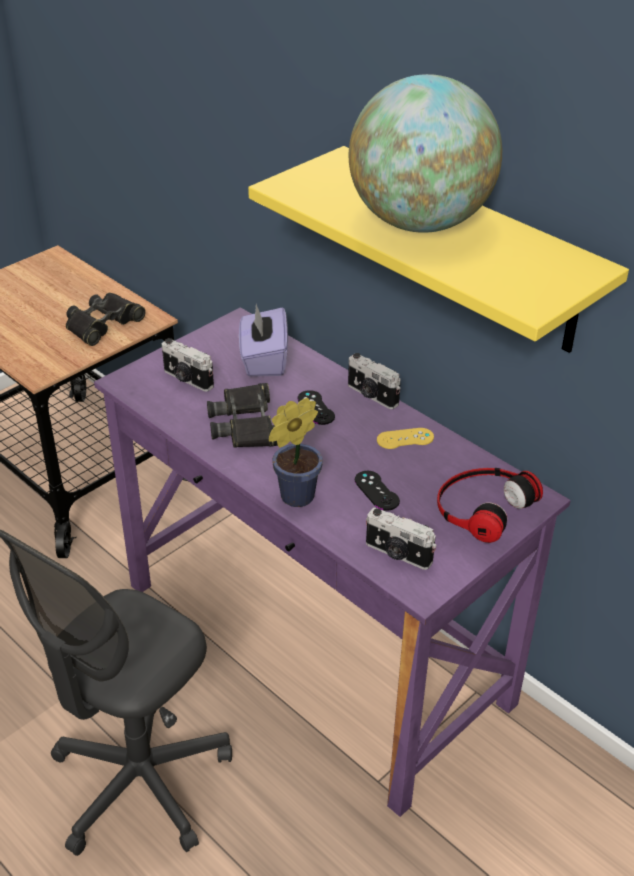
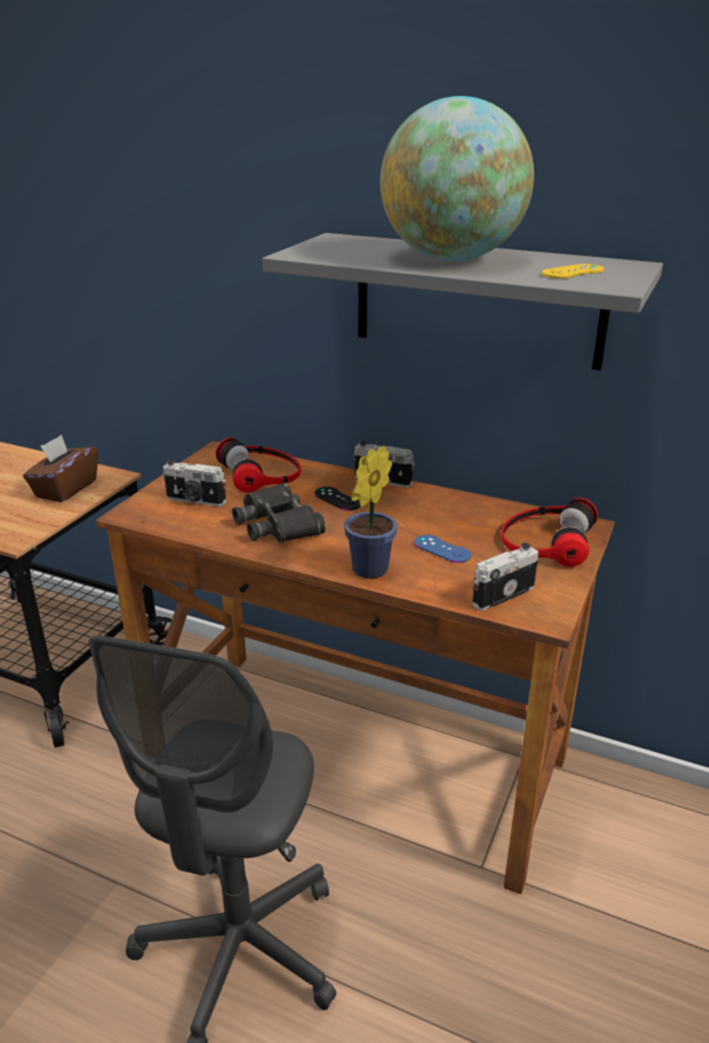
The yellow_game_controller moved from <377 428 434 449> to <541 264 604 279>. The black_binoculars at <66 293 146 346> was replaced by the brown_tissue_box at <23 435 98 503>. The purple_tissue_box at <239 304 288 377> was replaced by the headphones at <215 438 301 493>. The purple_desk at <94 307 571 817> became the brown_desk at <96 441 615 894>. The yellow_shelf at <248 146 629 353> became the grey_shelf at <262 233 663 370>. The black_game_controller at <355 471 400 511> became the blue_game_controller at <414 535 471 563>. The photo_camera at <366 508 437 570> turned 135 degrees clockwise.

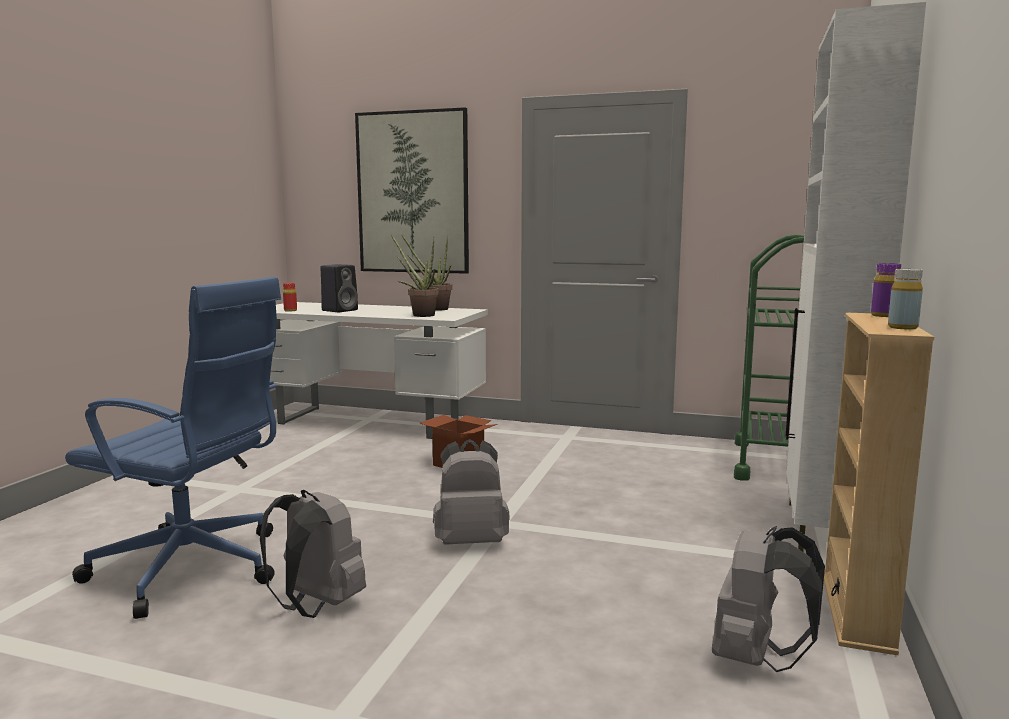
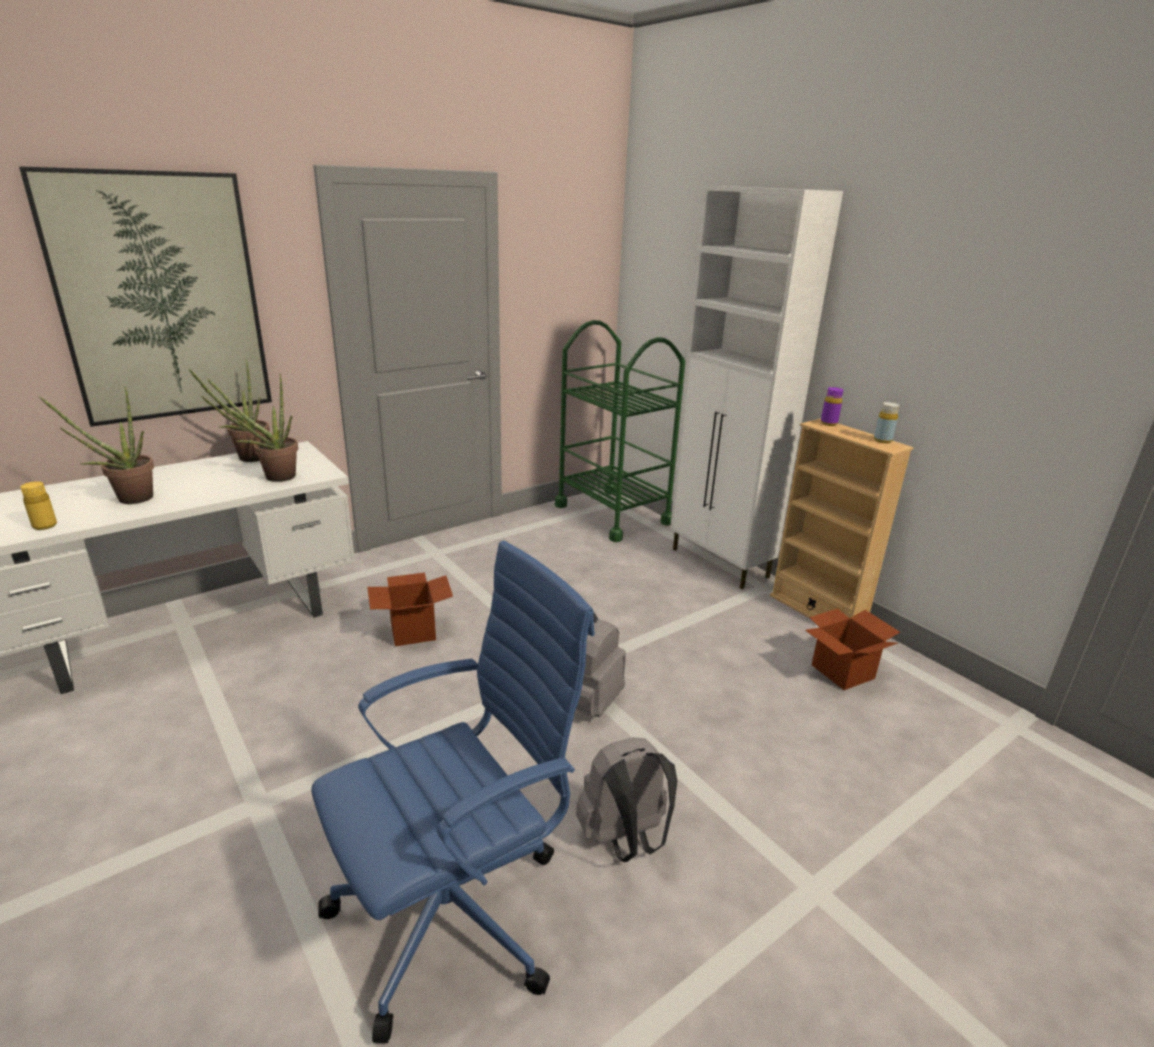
The black_speaker at <321 264 358 312> was replaced by the potted_plant at <38 386 154 504>. The grey_backpack at <712 526 825 672> was replaced by the cardboard_box at <805 609 900 690>. The red_bottle at <283 283 297 312> became the yellow_bottle at <21 481 57 530>.

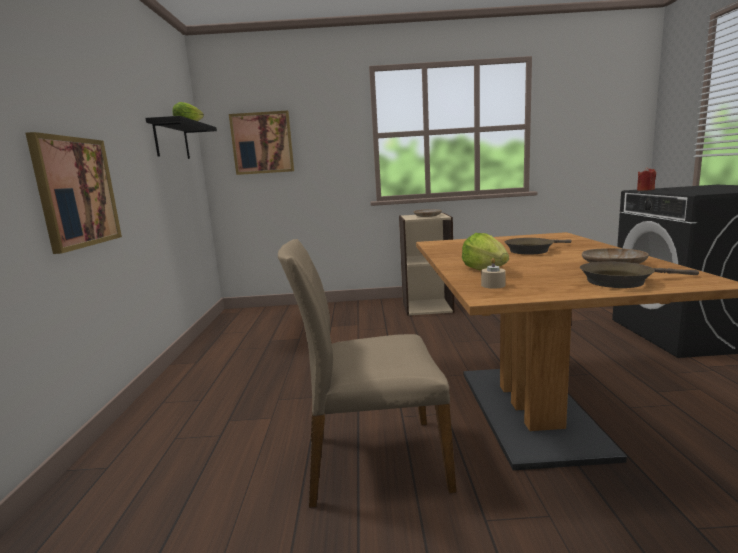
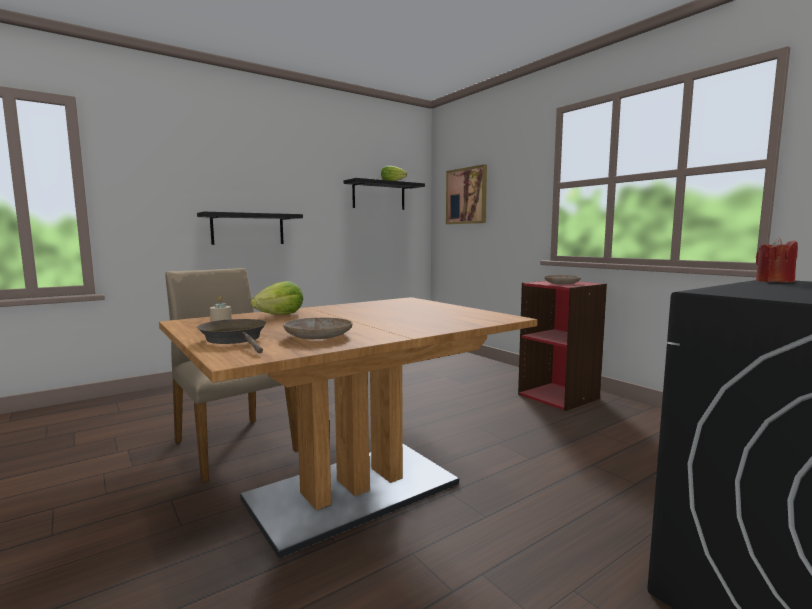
The brown_frying_pan at <505 238 572 254> disappeared. The picture at <26 132 122 254> was replaced by the black_shelf at <197 212 303 245>. The beige_bookcase at <399 213 454 316> became the red_bookcase at <518 281 607 411>.

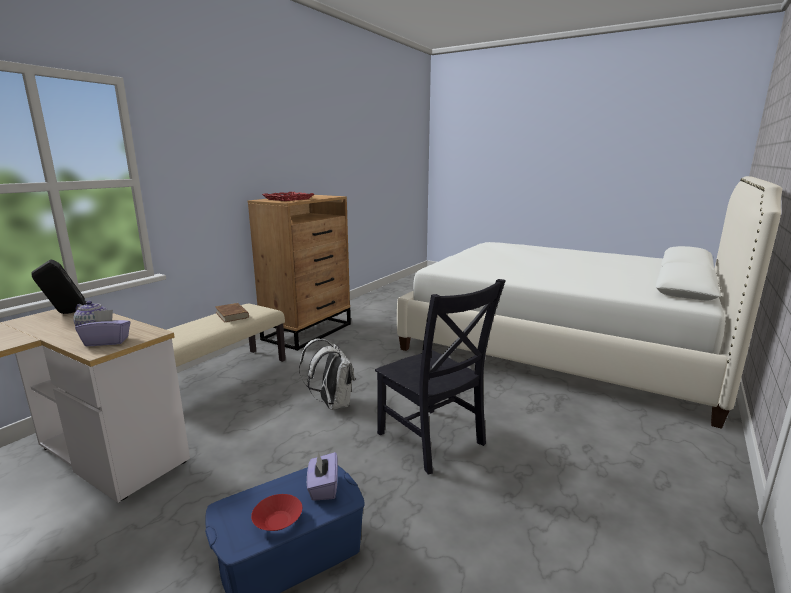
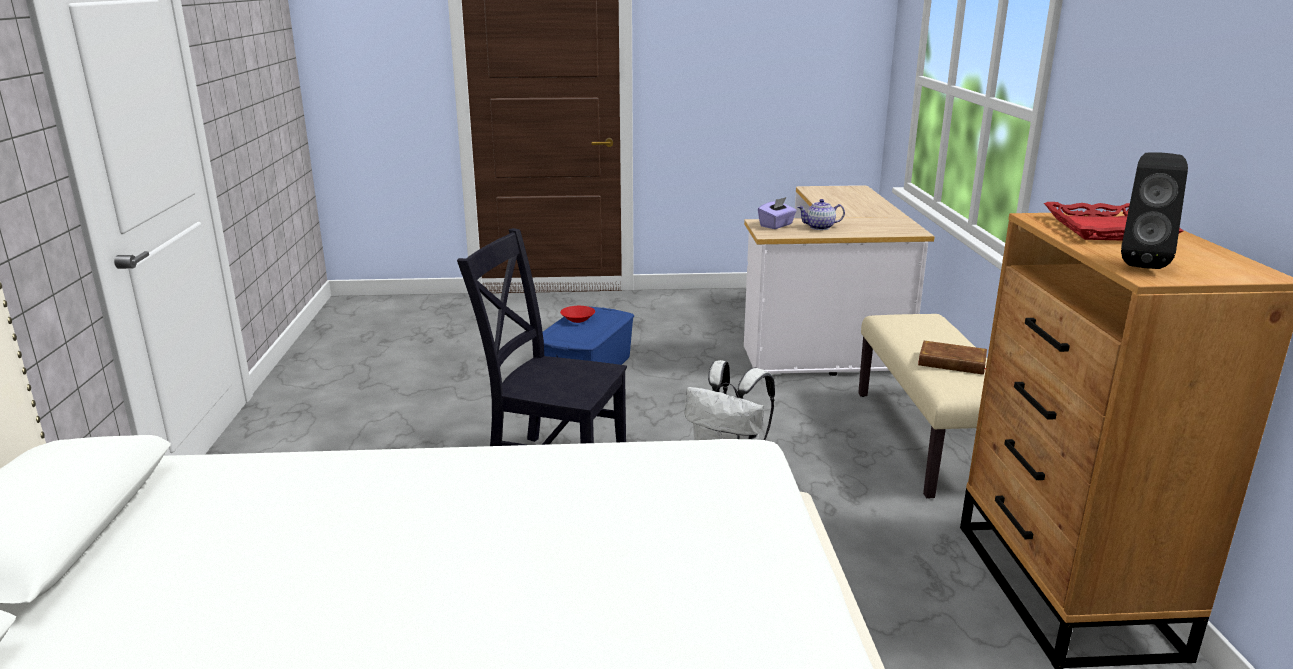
The purple_tissue_box at <307 452 338 501> disappeared. The black_speaker moved from <31 259 87 314> to <1121 152 1188 269>.

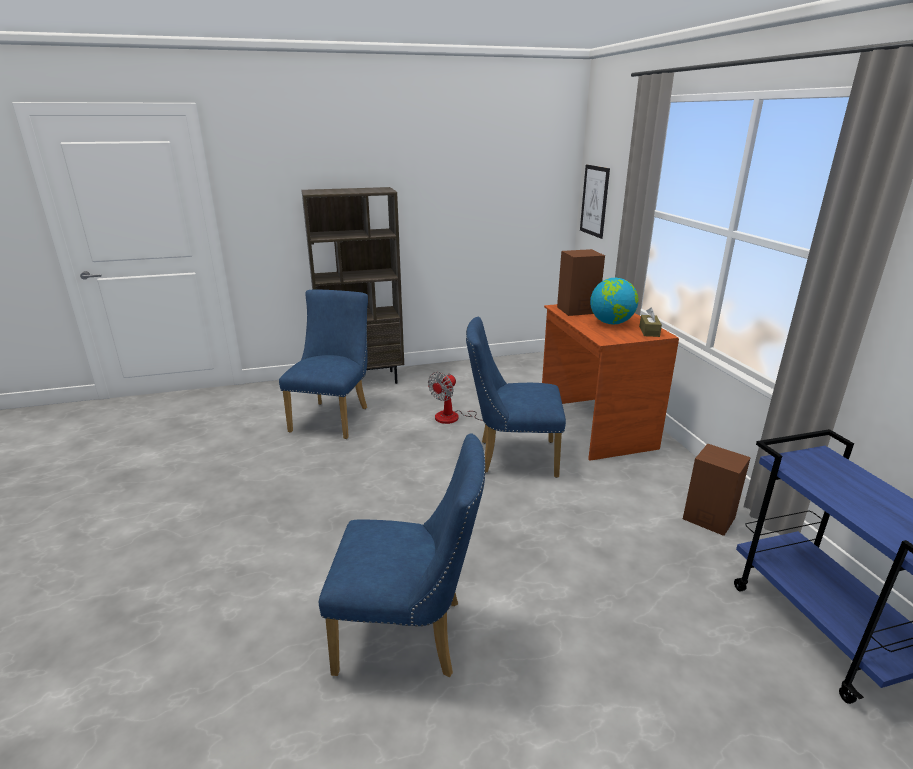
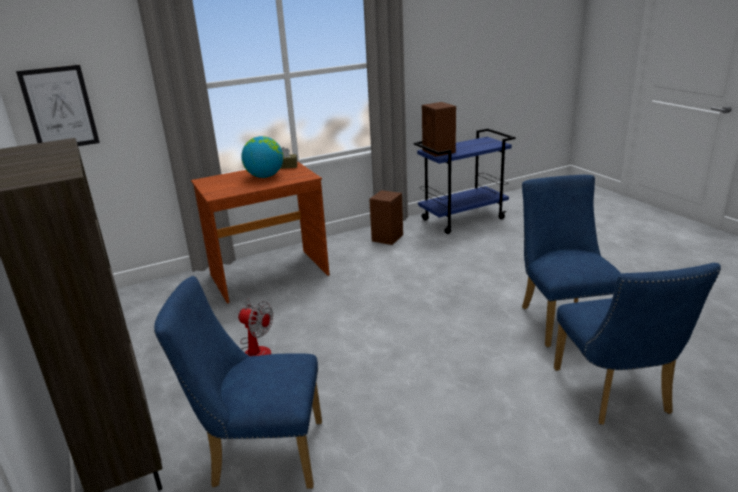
The blue_chair moved from <466 317 566 478> to <554 263 721 425>. The brown_speaker moved from <557 249 605 316> to <422 102 456 157>.

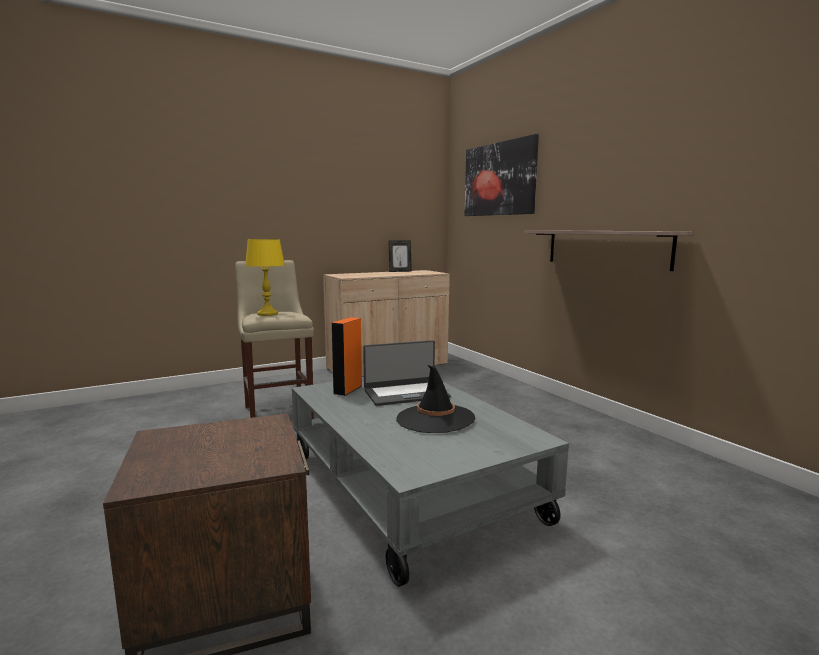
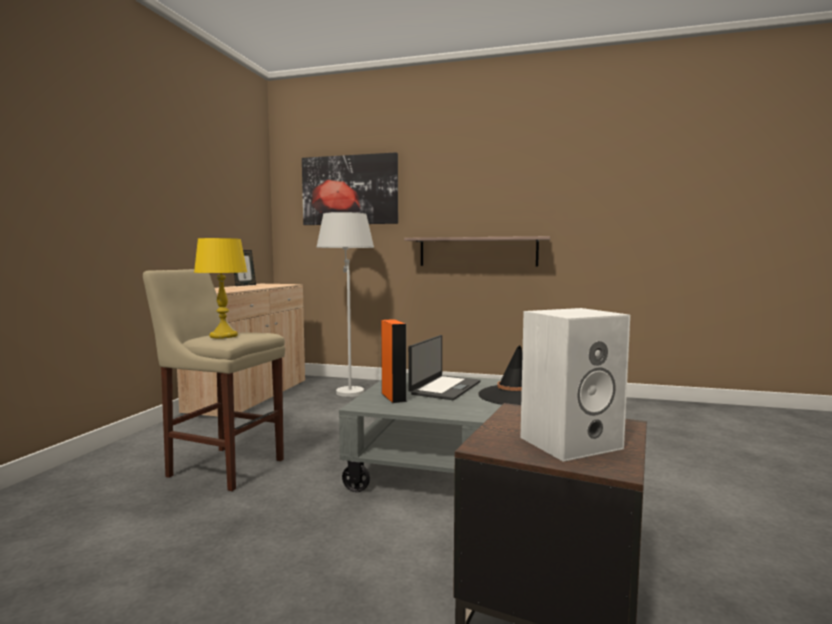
The white_floor_lamp at <317 212 374 397> appeared. The white_speaker at <521 308 630 462> appeared.

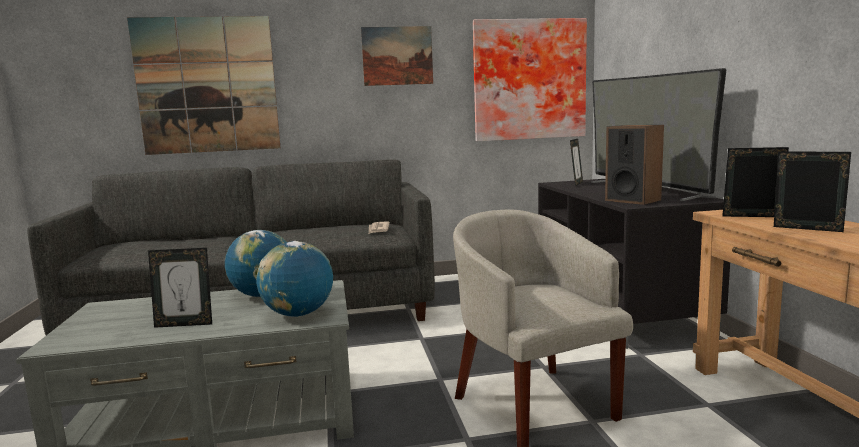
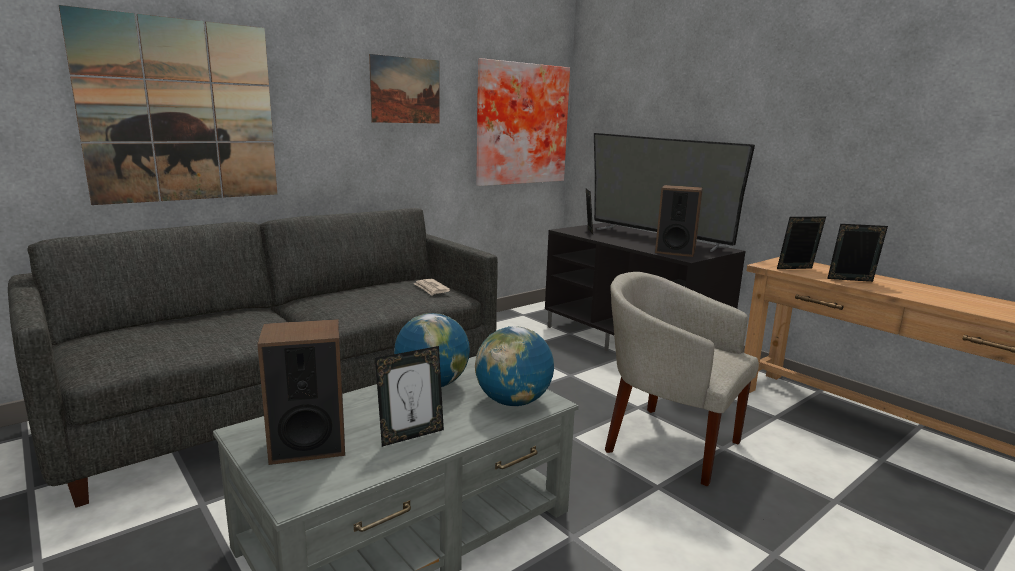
The speaker at <257 319 345 465> appeared.

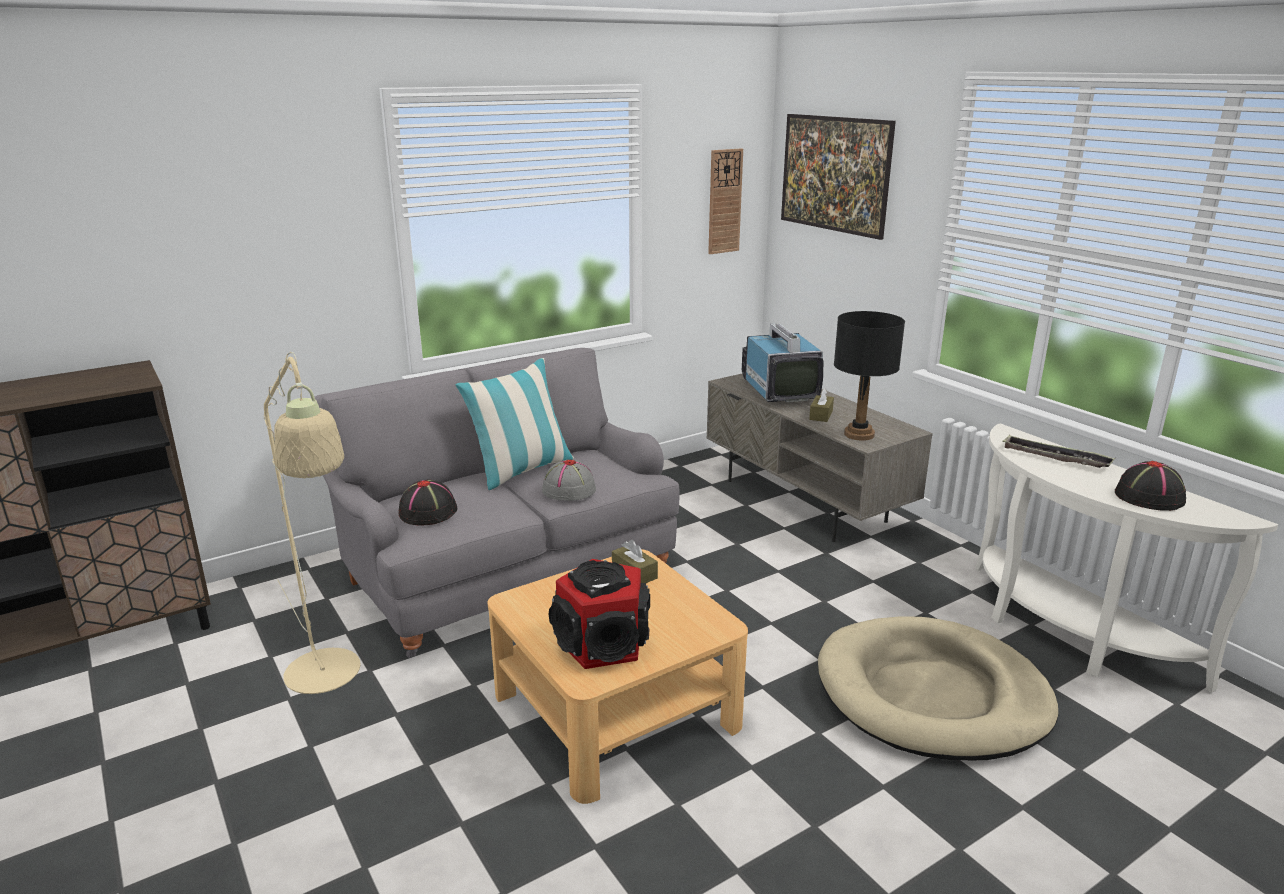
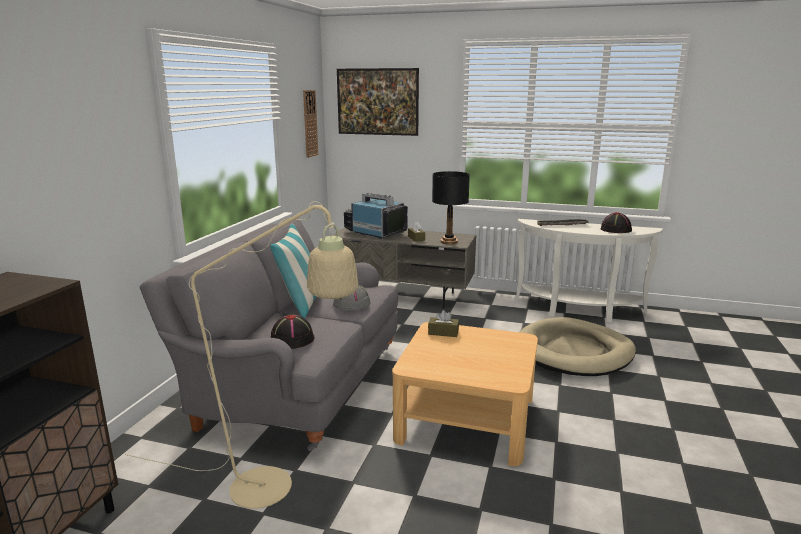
The speaker at <549 559 650 669> disappeared.

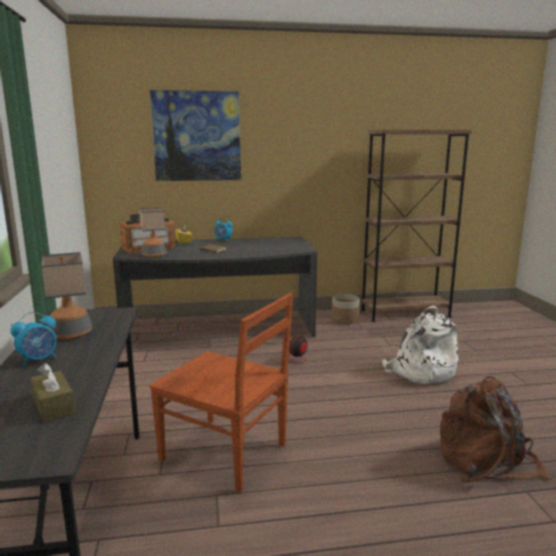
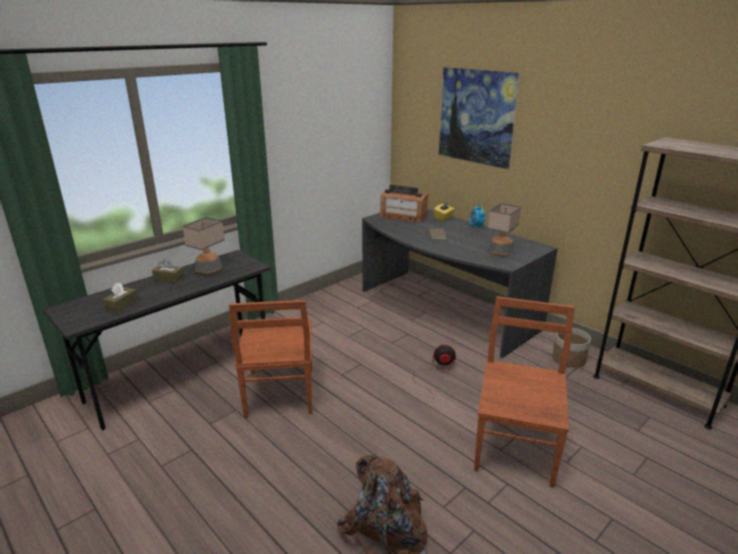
The table_lamp moved from <139 207 167 257> to <488 203 521 256>. The alarm_clock at <10 312 57 367> was replaced by the brown_tissue_box at <152 259 184 283>. The white_backpack at <382 306 459 384> was replaced by the brown_chair at <474 296 575 488>.

